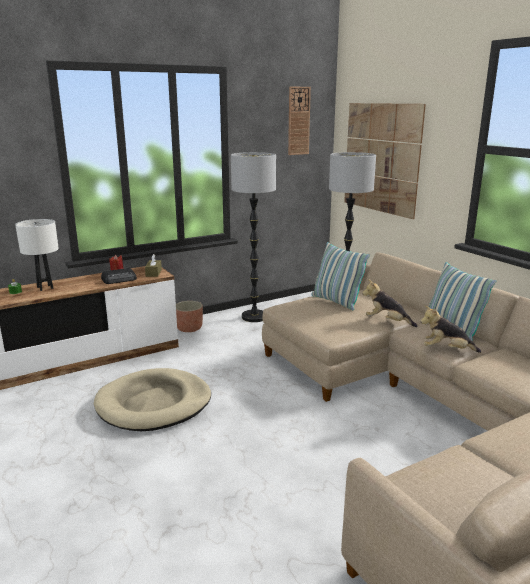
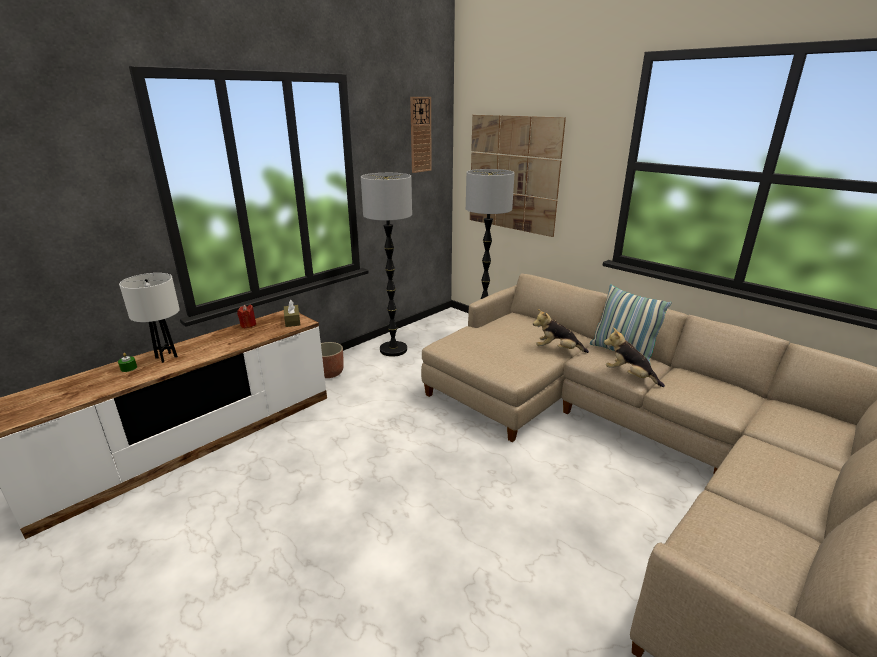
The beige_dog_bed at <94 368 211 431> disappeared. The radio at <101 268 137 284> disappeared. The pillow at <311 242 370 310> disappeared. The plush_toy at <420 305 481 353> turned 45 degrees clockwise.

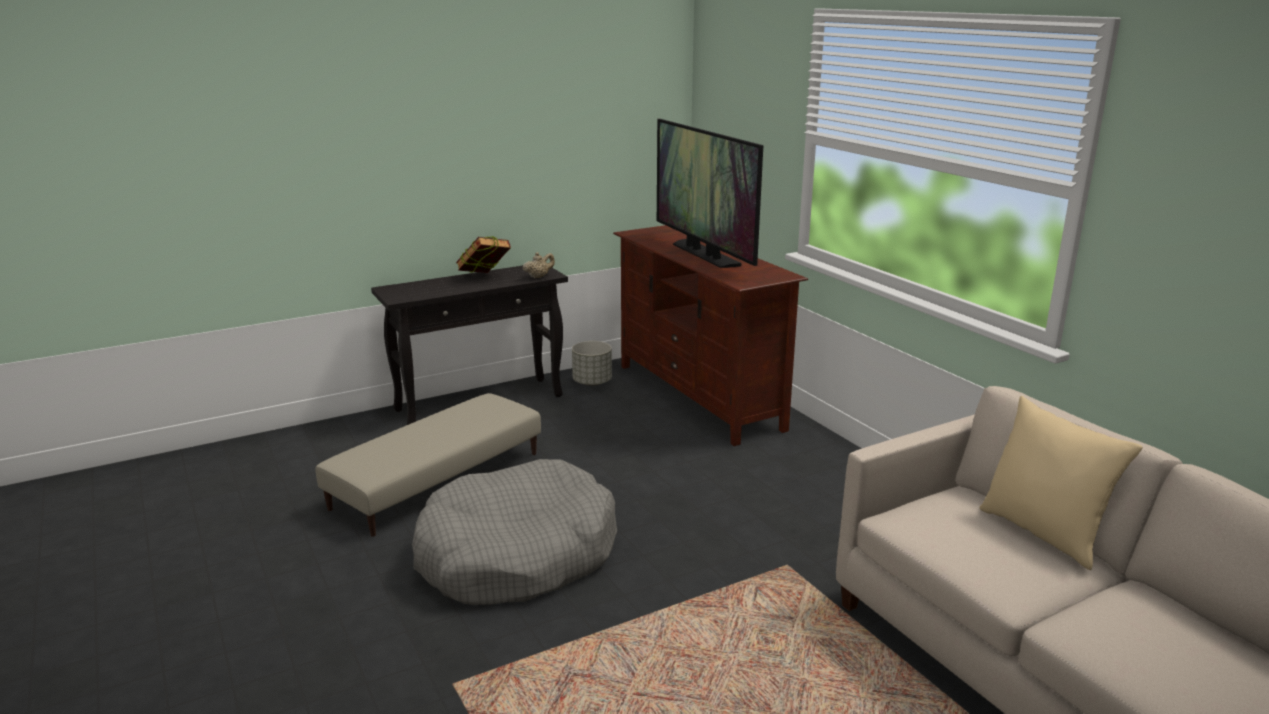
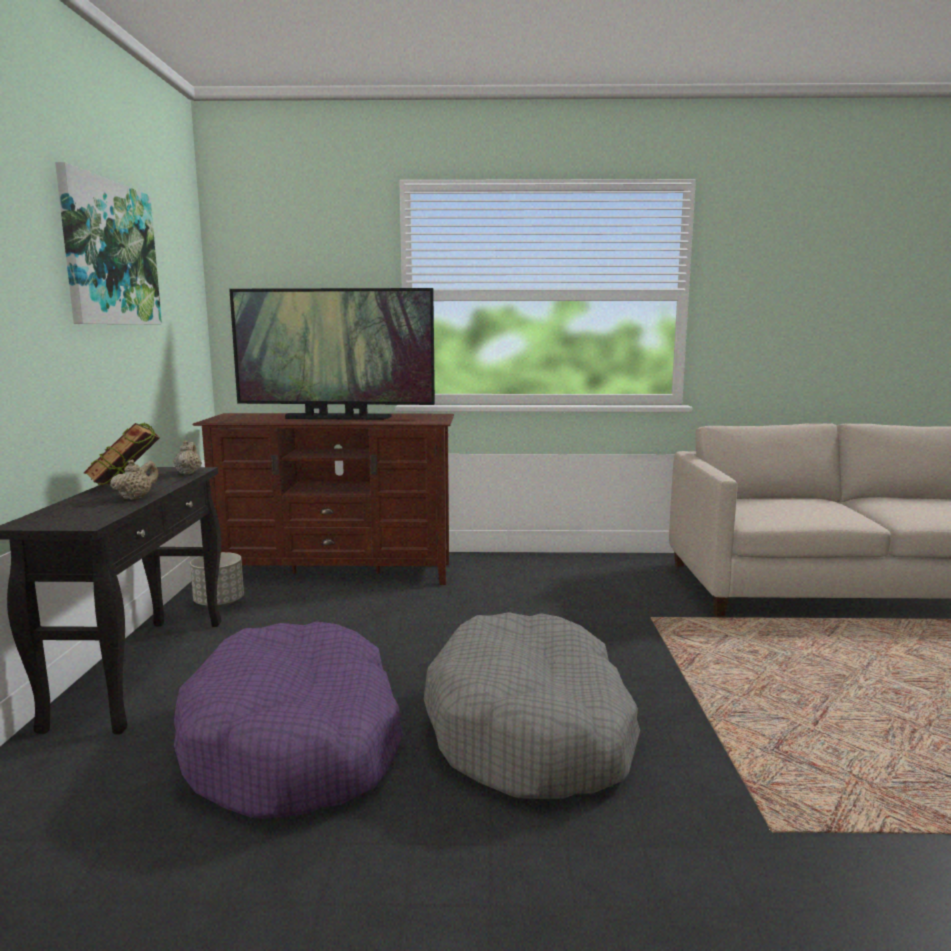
The beige_pillow at <980 396 1143 570> disappeared. The picture at <55 162 162 324> appeared. The beige_teapot at <110 460 158 500> appeared. The beige_ottoman at <315 393 541 537> was replaced by the purple_dog_bed at <174 622 403 819>.

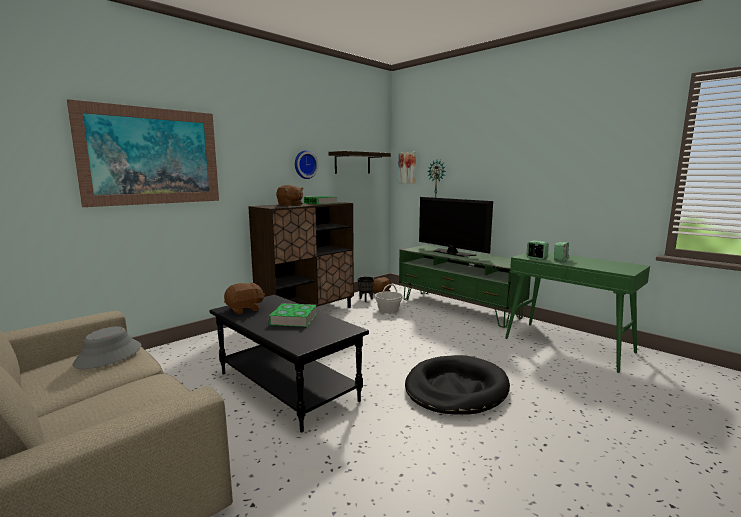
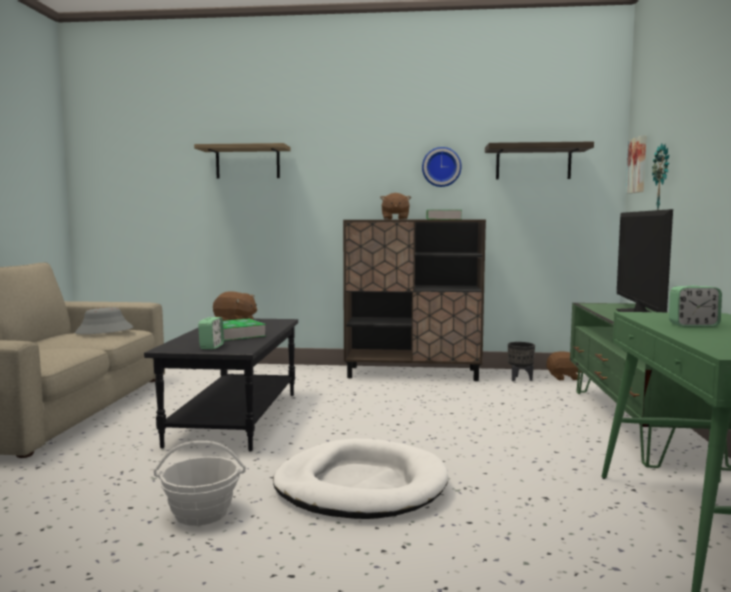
The basket moved from <375 284 403 314> to <154 441 246 526>. The alarm_clock moved from <527 241 549 260> to <198 317 224 349>. The picture at <67 99 219 207> was replaced by the shelf at <194 143 291 179>. The black_dog_bed at <405 355 510 415> became the white_dog_bed at <273 439 448 519>.

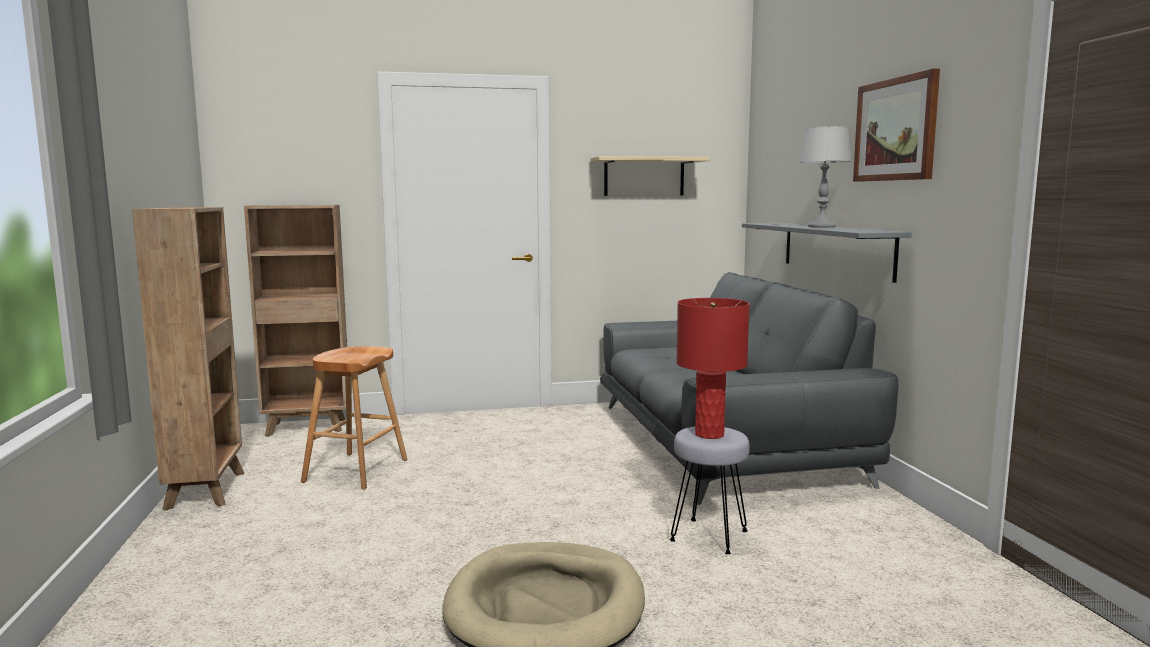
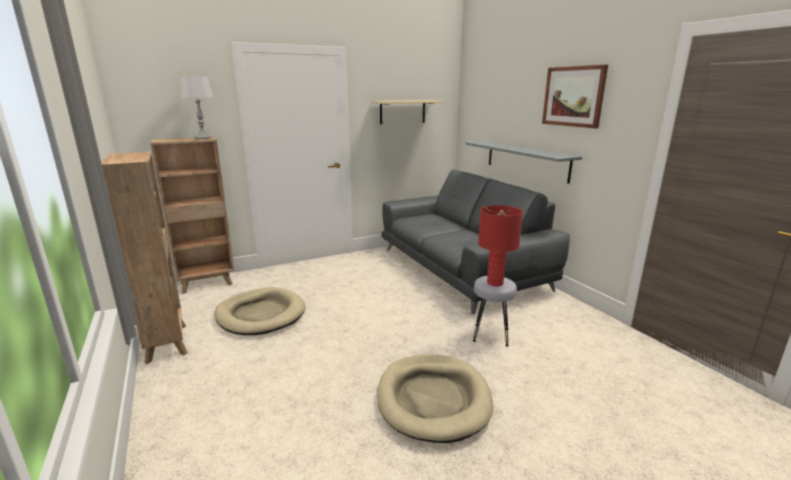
The grey_table_lamp moved from <800 126 852 228> to <181 76 214 139>. The brown_stool at <301 346 407 490> was replaced by the beige_dog_bed at <214 287 306 335>.

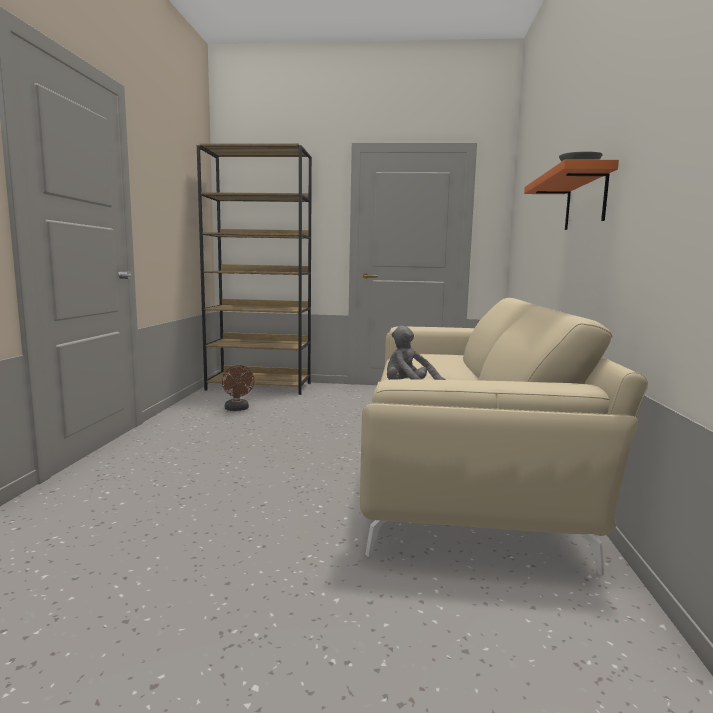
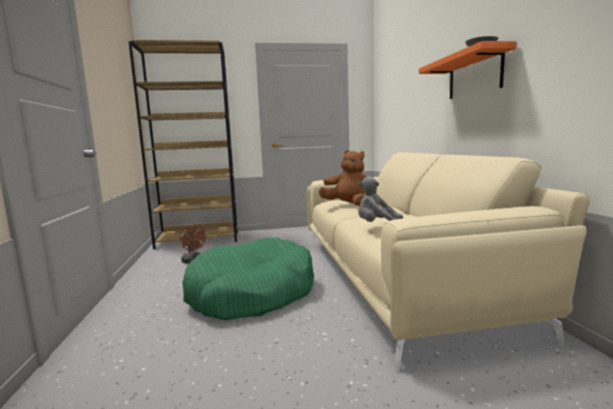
The green_dog_bed at <182 237 314 320> appeared. The brown_plush_toy at <319 150 367 206> appeared.

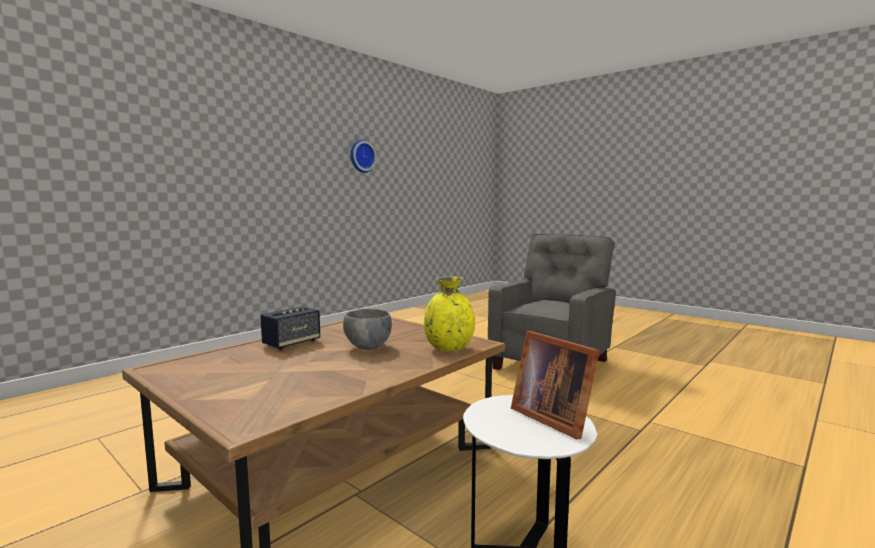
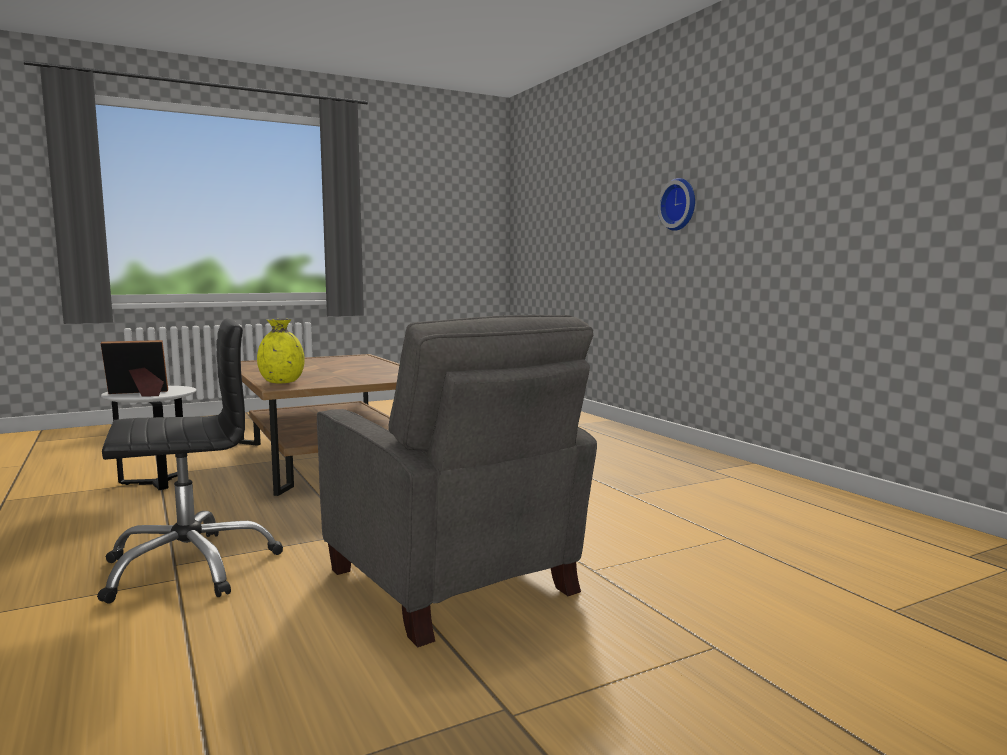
The speaker at <260 306 320 350> disappeared. The grey_bowl at <343 308 392 350> disappeared. The black_office_chair at <97 318 283 604> appeared. The wall_clock moved from <350 139 377 173> to <658 178 695 231>.

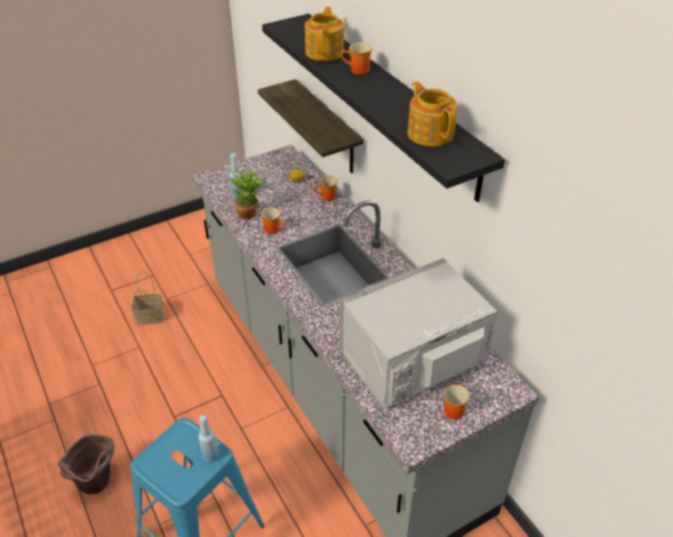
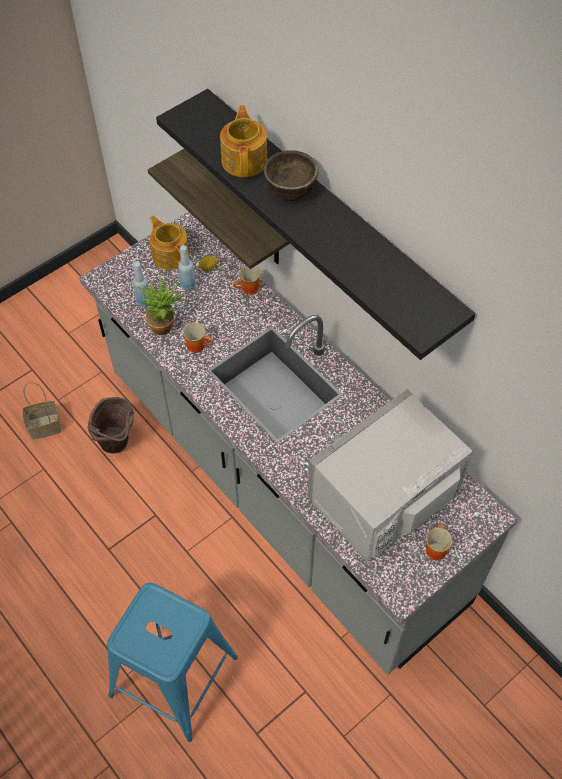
The brown_bucket moved from <58 434 114 495> to <87 397 134 453>. The blue_bottle moved from <198 415 219 462> to <178 245 196 291>. The teapot moved from <407 81 457 146> to <149 216 189 270>. The mug at <341 42 372 75> was replaced by the brown_bowl at <263 150 319 201>.

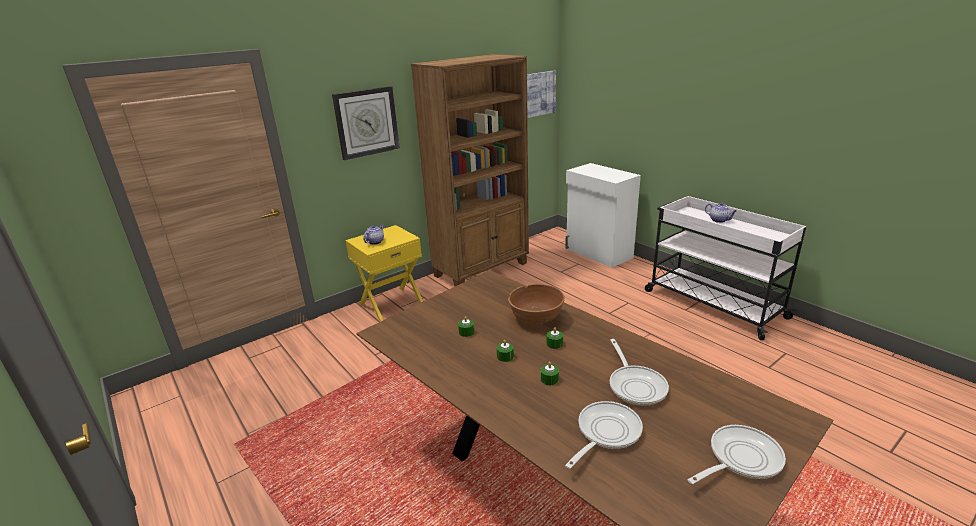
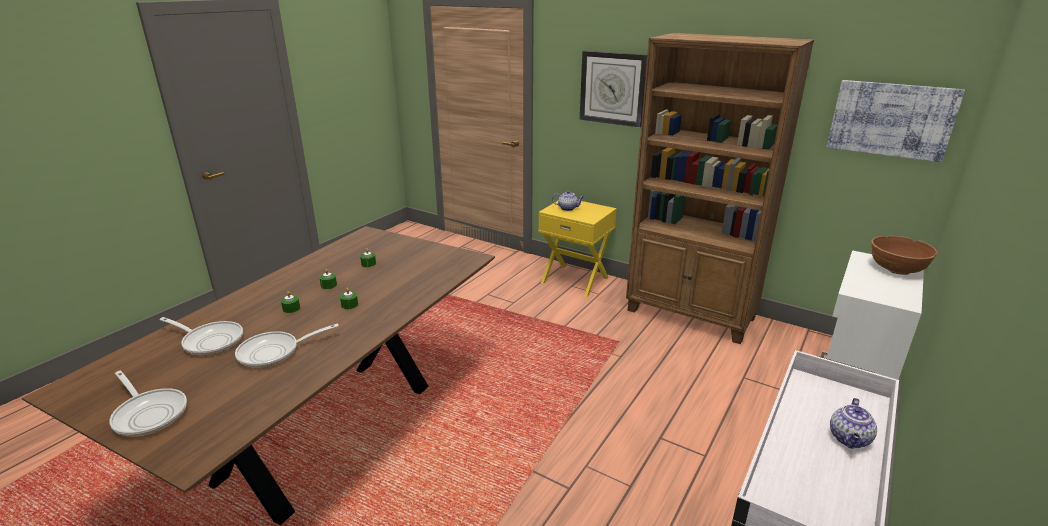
The brown_bowl moved from <508 284 565 325> to <871 236 938 275>.

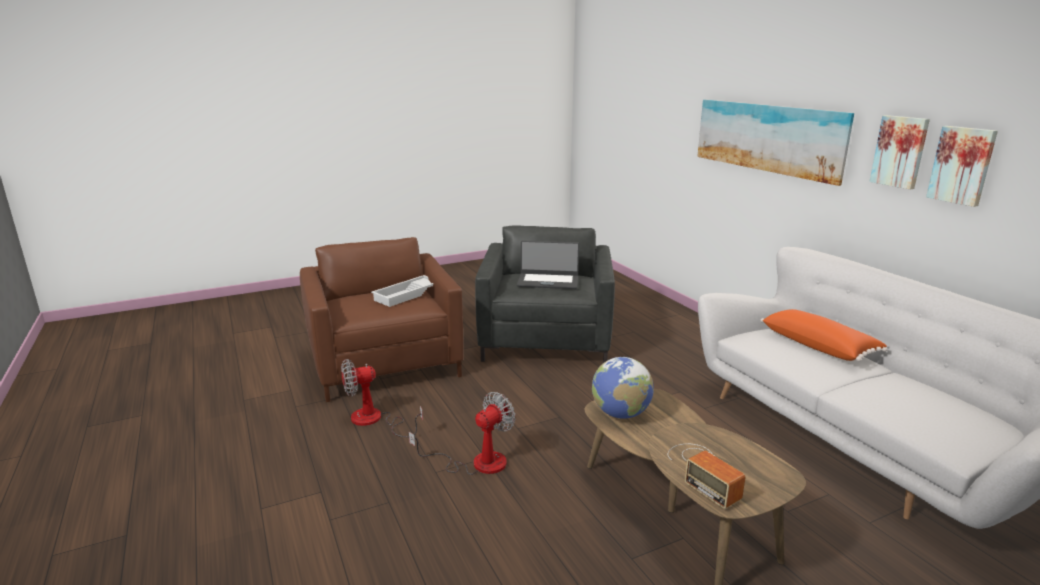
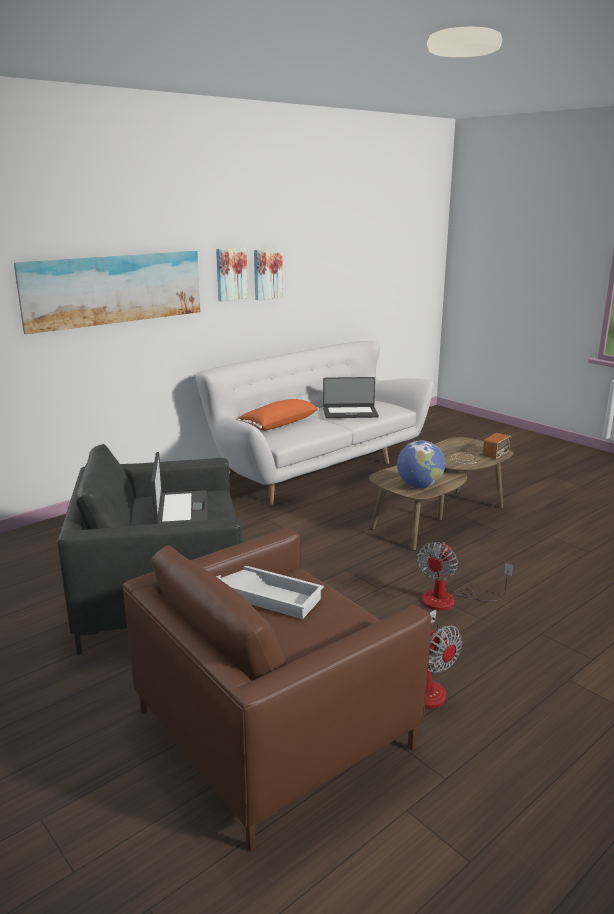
The laptop at <323 377 379 418> appeared. The fan at <408 392 515 475> turned 90 degrees counterclockwise.

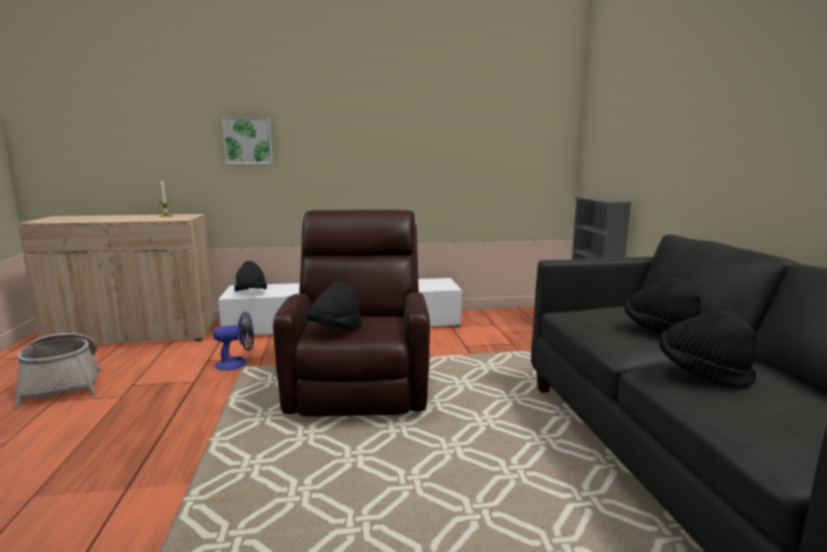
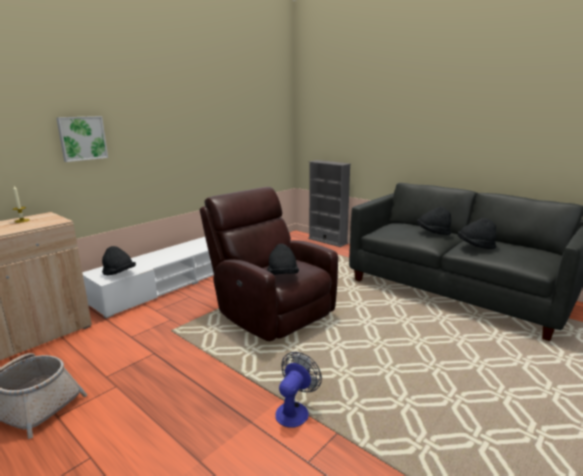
The fan moved from <213 311 254 370> to <275 352 322 428>.

